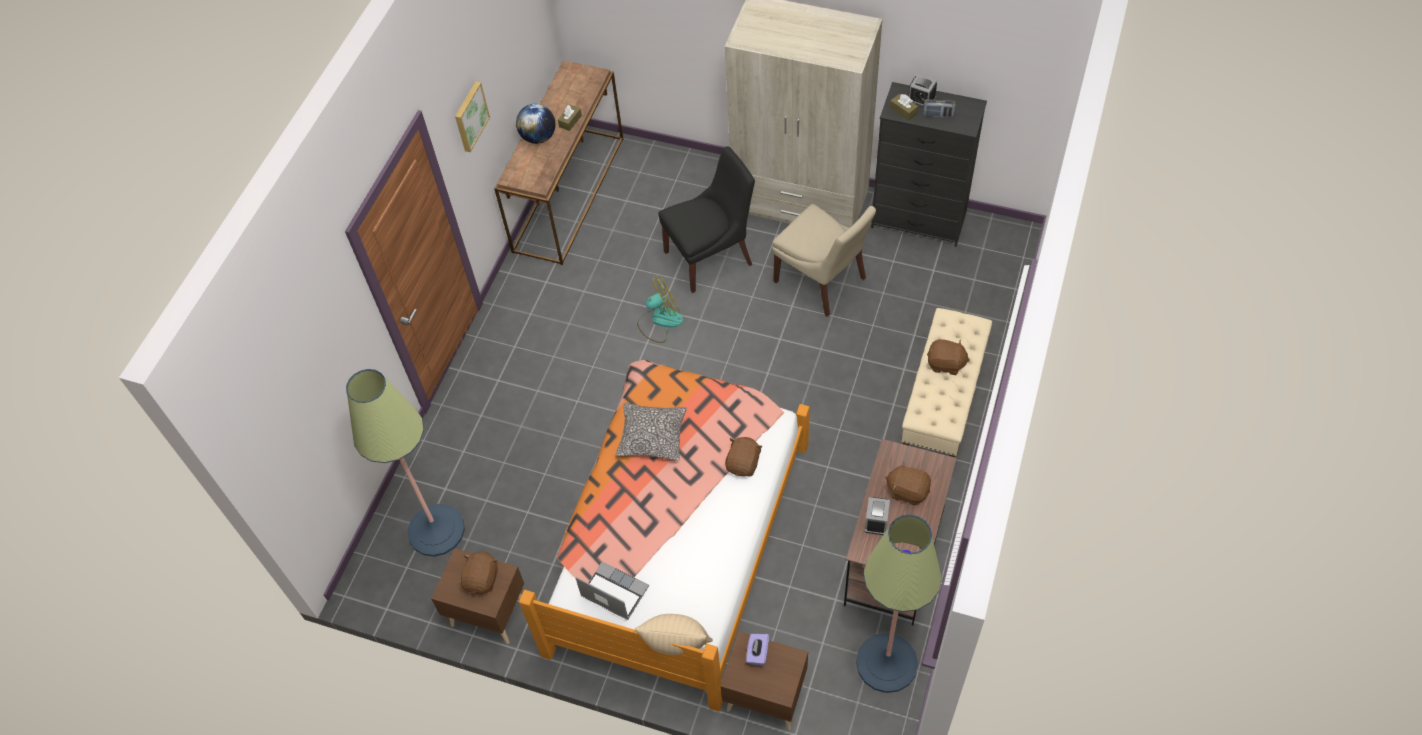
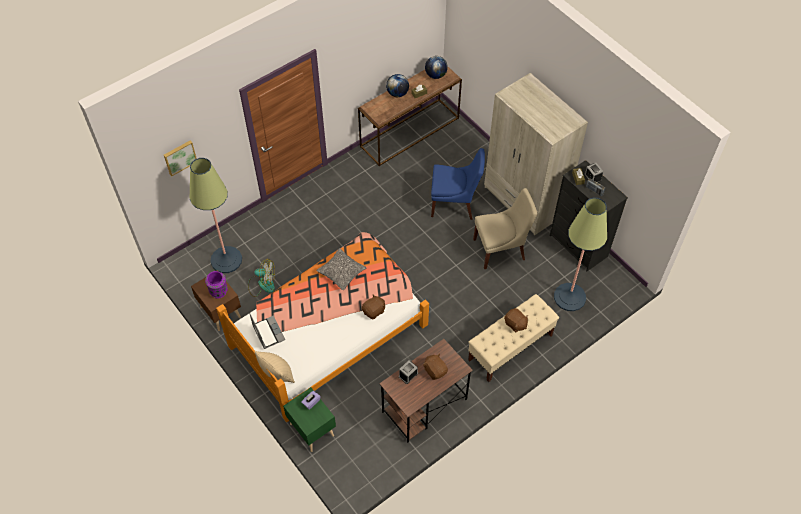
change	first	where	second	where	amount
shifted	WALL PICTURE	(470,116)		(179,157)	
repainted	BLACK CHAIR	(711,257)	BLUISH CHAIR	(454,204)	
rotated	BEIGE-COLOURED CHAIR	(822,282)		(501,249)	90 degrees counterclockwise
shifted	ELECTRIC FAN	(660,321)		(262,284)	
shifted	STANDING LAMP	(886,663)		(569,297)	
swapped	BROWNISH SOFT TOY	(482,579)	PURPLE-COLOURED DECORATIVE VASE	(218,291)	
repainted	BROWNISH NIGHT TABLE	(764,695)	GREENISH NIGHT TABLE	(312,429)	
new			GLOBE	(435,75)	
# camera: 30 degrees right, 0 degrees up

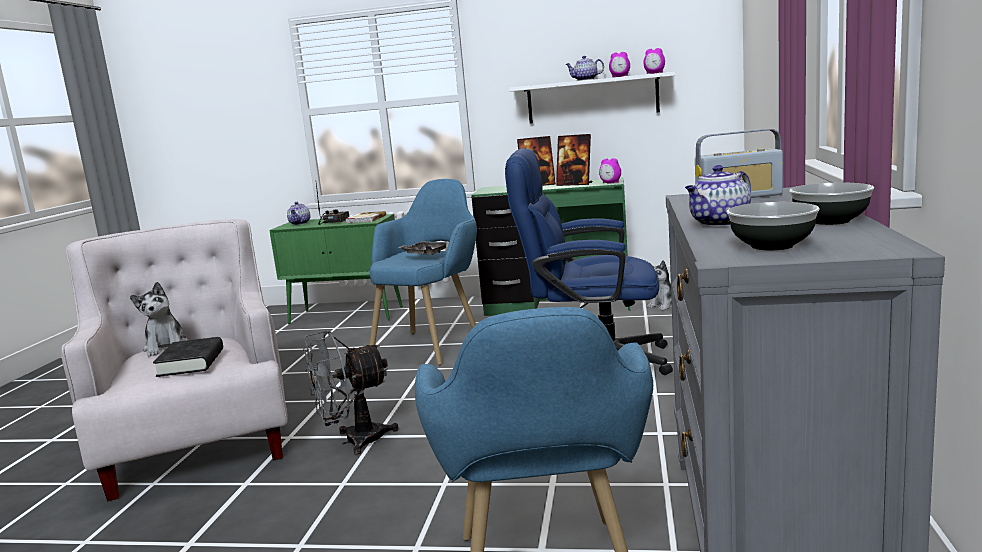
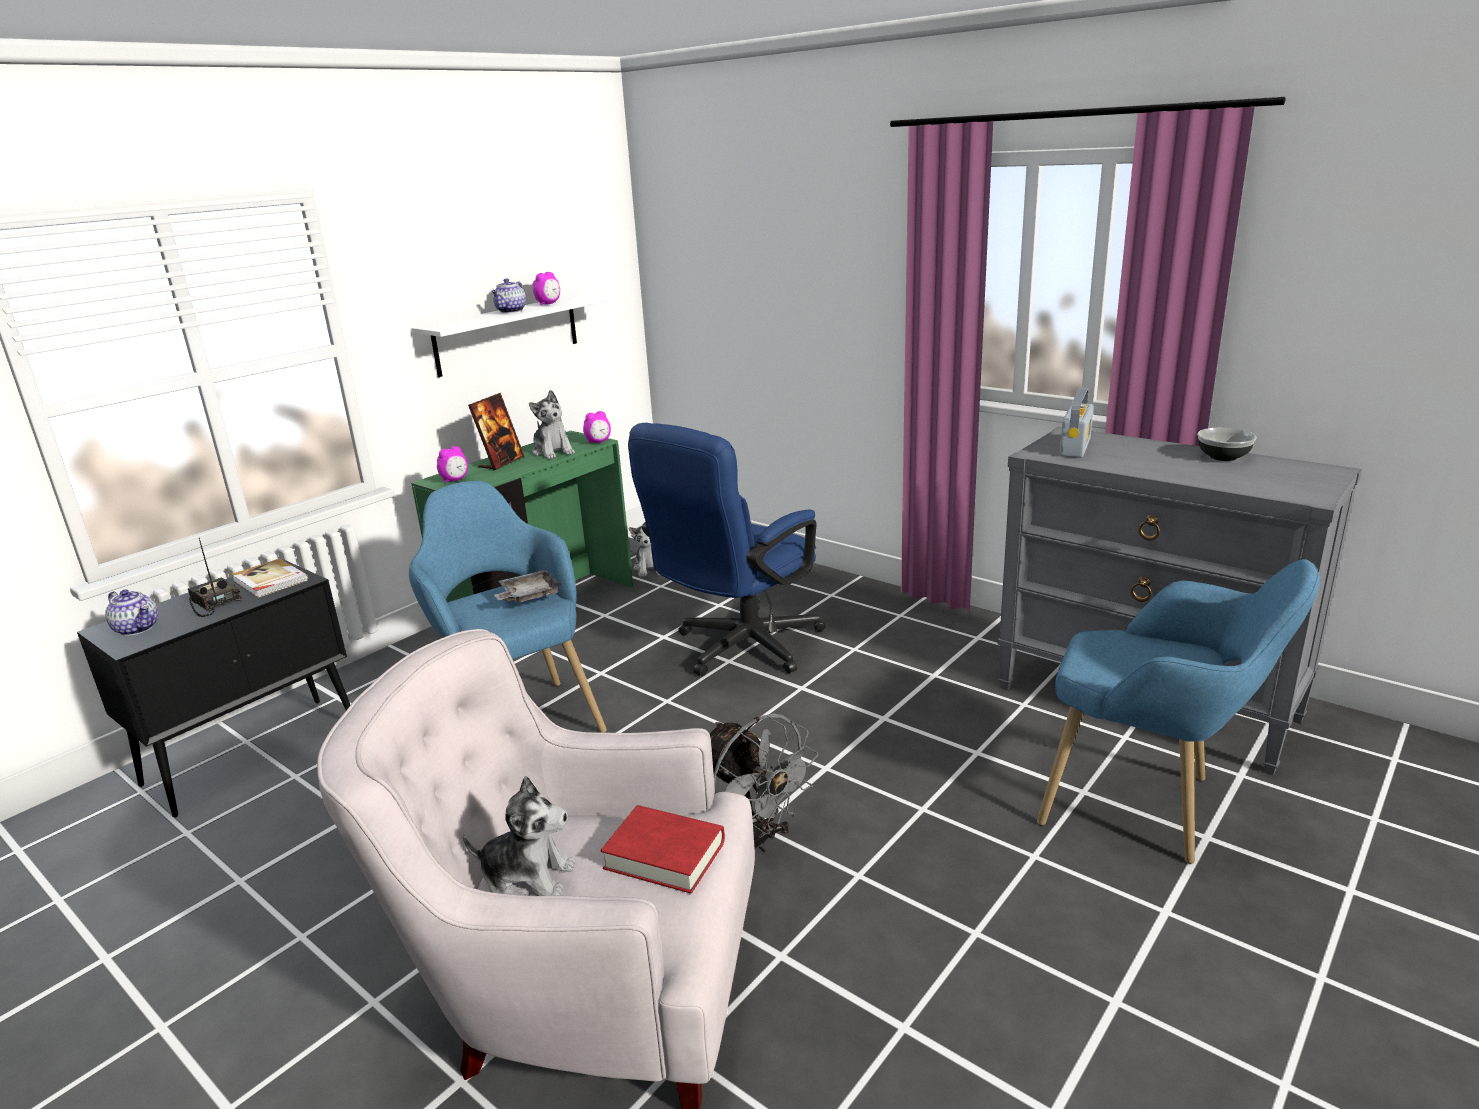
change	first	where	second	where	amount
shifted	TABLE CLOCK	(654,73)		(455,480)	
swapped	STANDING FRAME	(575,184)	SOFT TOY	(553,451)	
gone	TEA POT	(719,223)			
gone	SERVING BOWL	(773,246)			
repainted	GREENISH CABINET	(347,315)	BLACK CABINET	(255,753)	
rotated	GRAY ELECTRIC FAN	(354,441)		(754,844)	45 degrees counterclockwise
repainted	BLACK VOLUME	(191,363)	RED VOLUME	(664,855)	
# camera: 60 degrees left, 10 degrees up

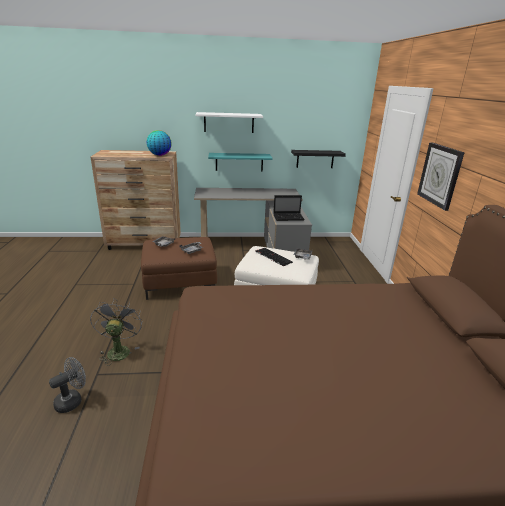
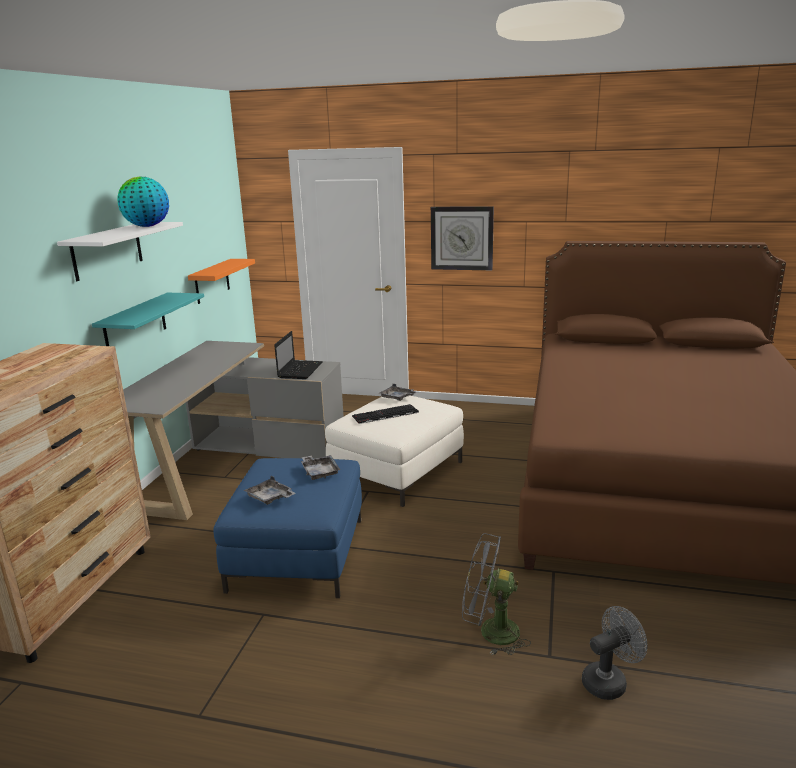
change	first	where	second	where	amount
shifted	GLOBE	(160,155)		(147,226)	
repainted	BLACK SHELF	(315,159)	ORANGE SHELF	(212,281)	
repainted	BROWNISH POUFFE	(180,282)	BLUISH POUFFE	(298,554)	
rotated	GRAY ELECTRIC FAN	(72,400)		(609,681)	90 degrees clockwise
# camera: 70 degrees left, 5 degrees down

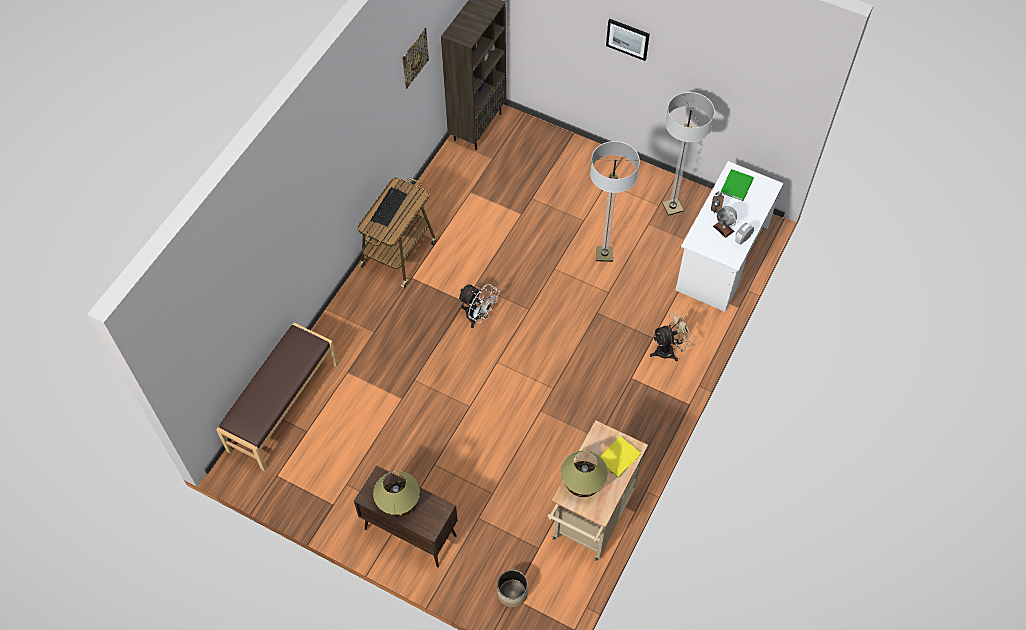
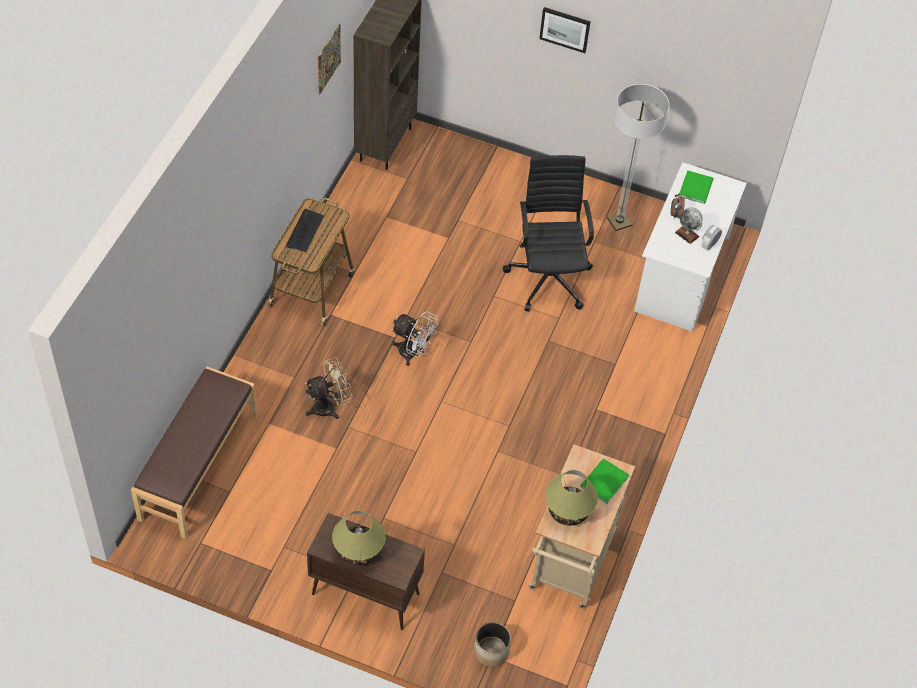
change	first	where	second	where	amount
swapped	STANDING LAMP	(604,254)	BLACK COMPUTER CHAIR	(549,277)	
shifted	BEIGE-COLOURED ELECTRIC FAN	(669,350)		(329,407)	
repainted	YELLOW-COLOURED VOLUME	(617,457)	GREENISH VOLUME	(603,482)	
# camera: 10 degrees left, 5 degrees down

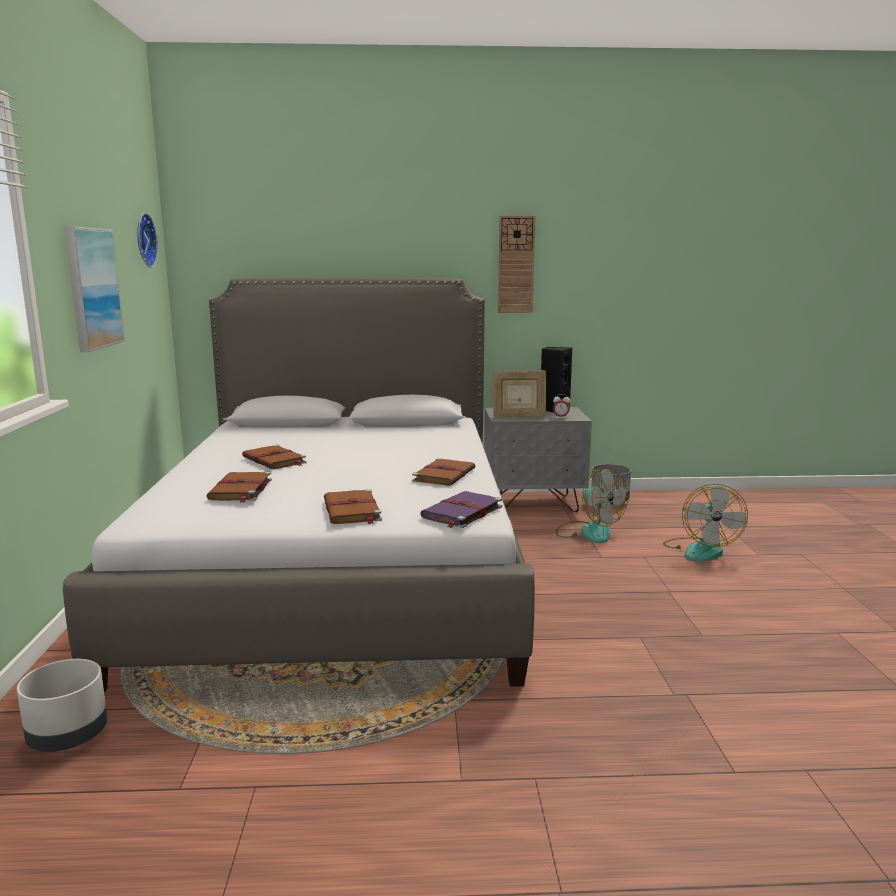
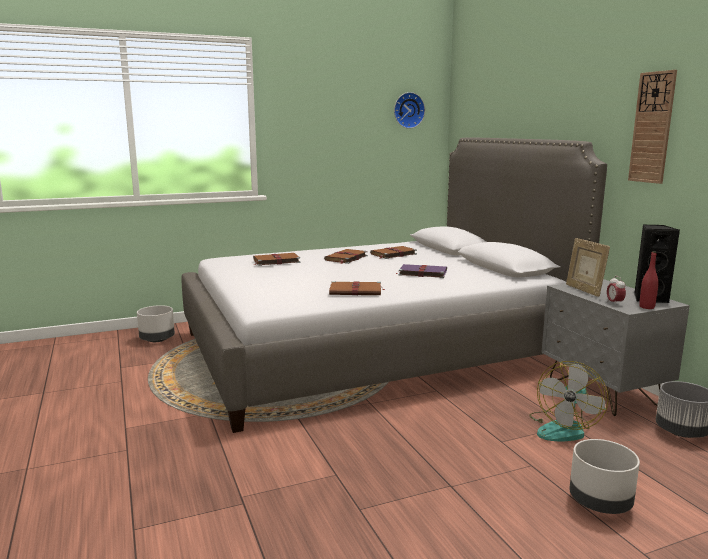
change	first	where	second	where	amount
gone	WALL PICTURE	(92,288)			
swapped	ELECTRIC FAN	(700,549)	GRAY PLANTER	(600,503)	
shifted	BROWNISH VOLUME	(352,511)		(393,254)	
shifted	PURPLE-COLOURED VOLUME	(461,512)		(422,273)	
new			RED BOTTLE	(646,307)	
# camera: 70 degrees right, 0 degrees up

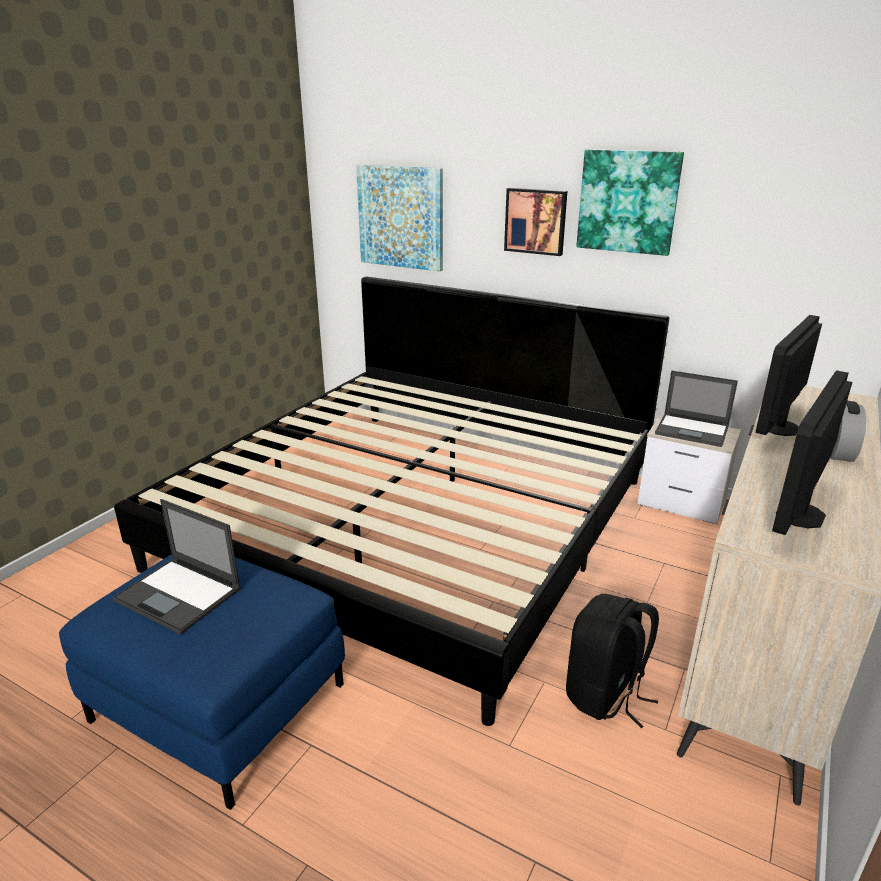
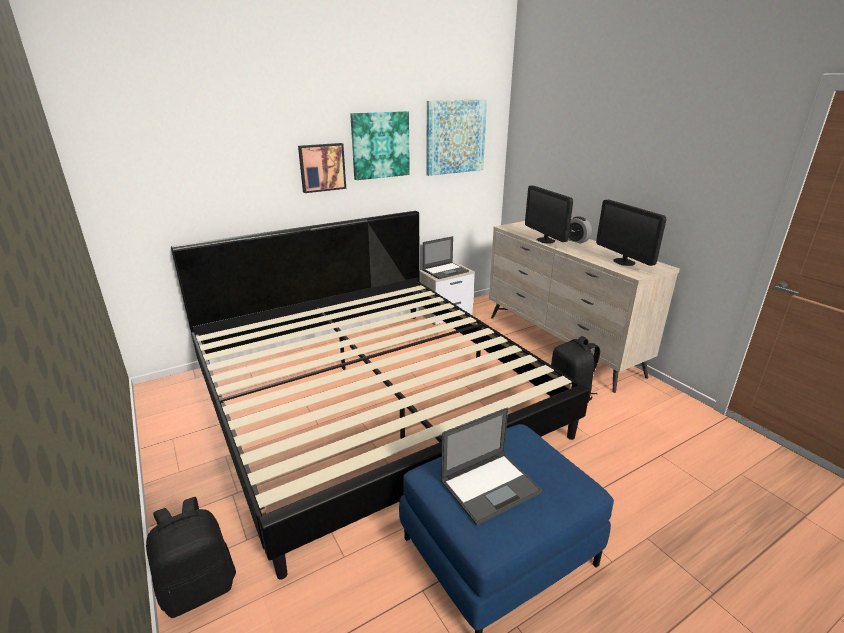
change	first	where	second	where	amount
shifted	WALL PICTURE	(401,217)		(455,137)	
new			BLACK KNAPSACK	(199,587)	
# camera: 60 degrees left, 0 degrees up

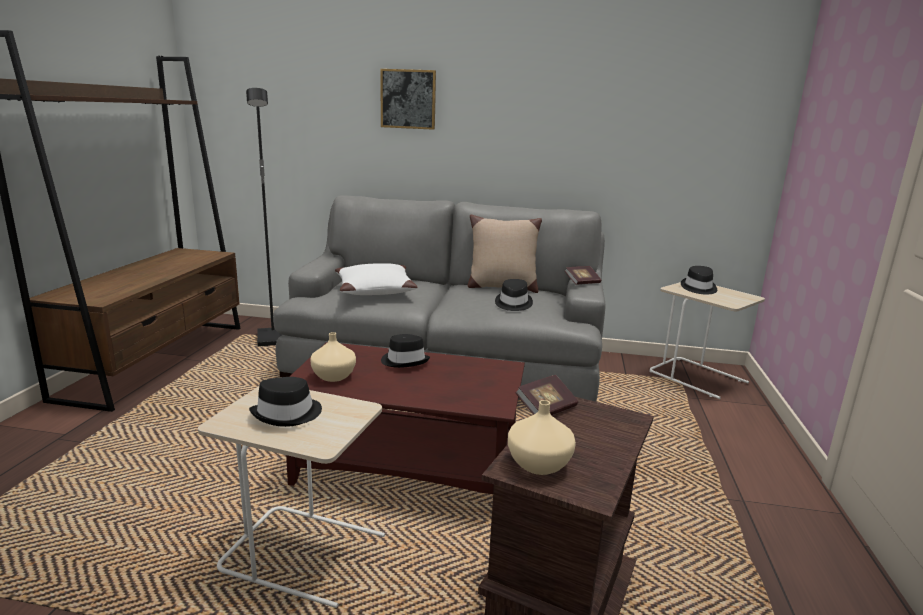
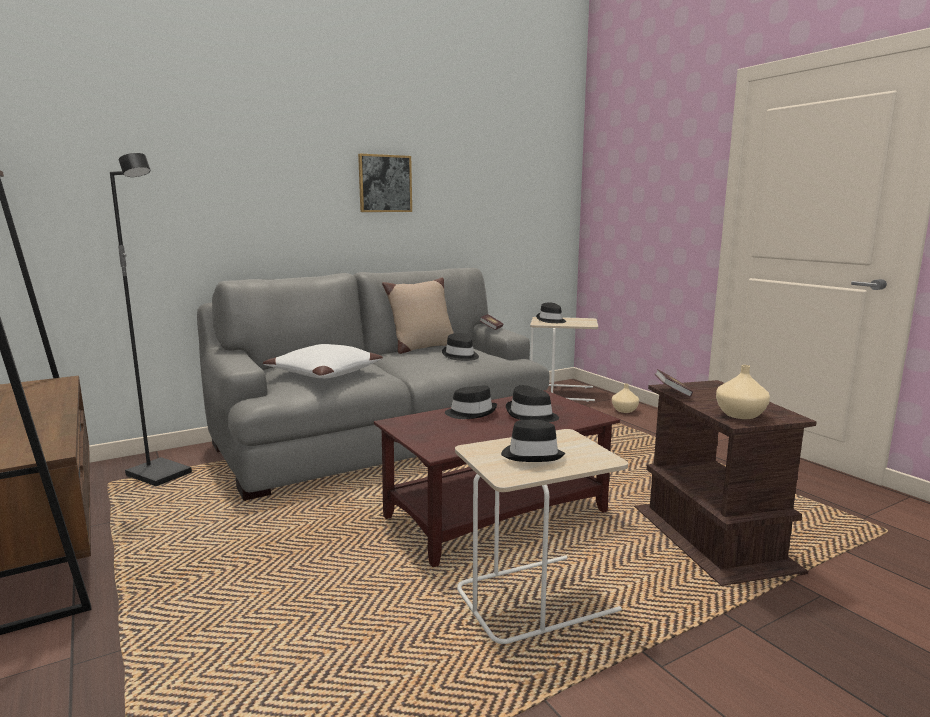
change	first	where	second	where	amount
shifted	WALL PICTURE	(408,99)		(385,183)	
shifted	BEIGE-COLOURED DECORATIVE VASE	(334,376)		(624,410)	
new			BLACK HAT	(531,415)	
# camera: 40 degrees left, 5 degrees down

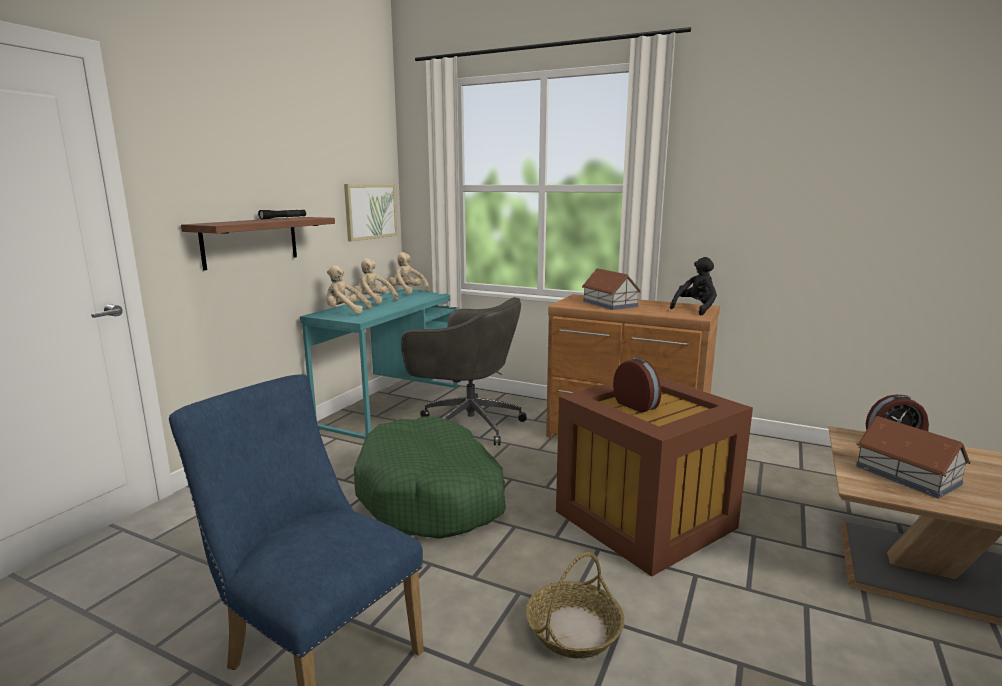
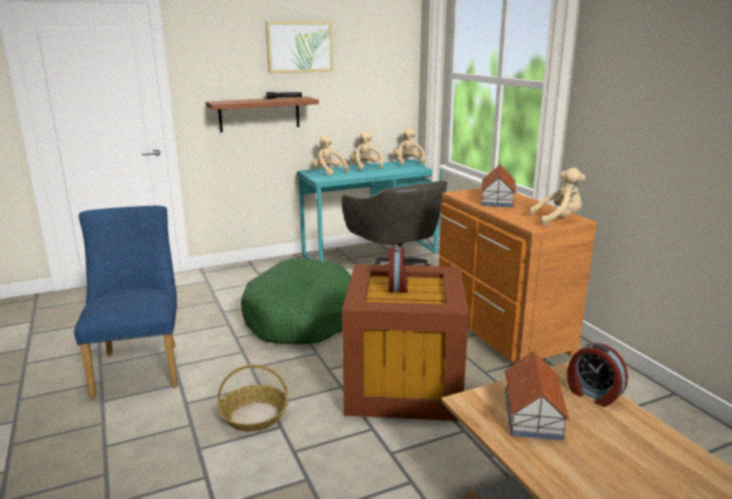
change	first	where	second	where	amount
shifted	WALL PICTURE	(370,211)		(299,47)	
repainted	BLACK SOFT TOY	(695,309)	BEIGE-COLOURED SOFT TOY	(558,220)	
# camera: 40 degrees right, 5 degrees up

